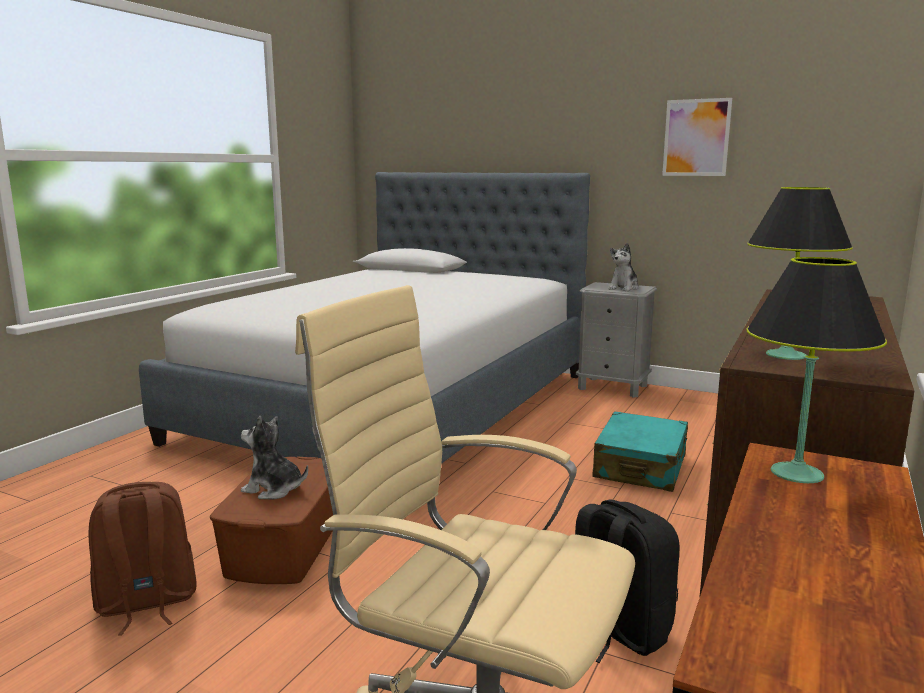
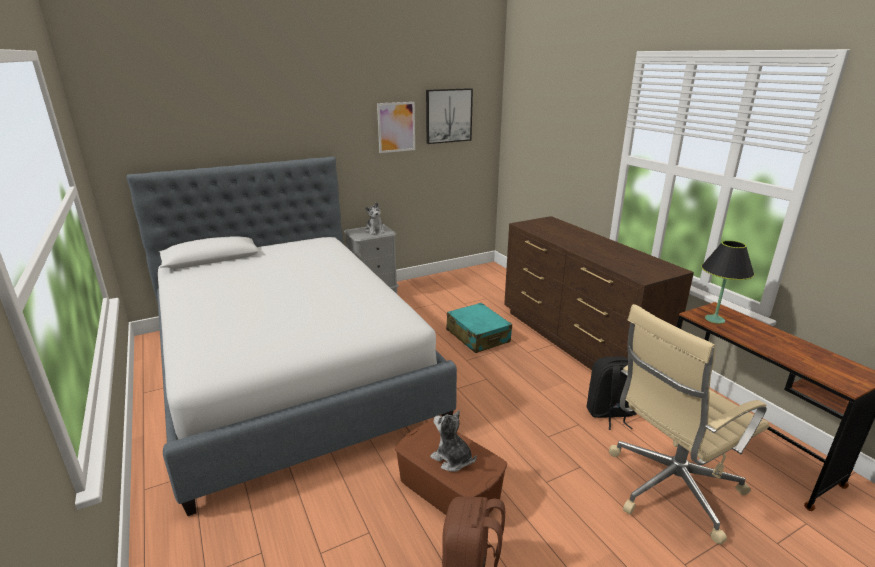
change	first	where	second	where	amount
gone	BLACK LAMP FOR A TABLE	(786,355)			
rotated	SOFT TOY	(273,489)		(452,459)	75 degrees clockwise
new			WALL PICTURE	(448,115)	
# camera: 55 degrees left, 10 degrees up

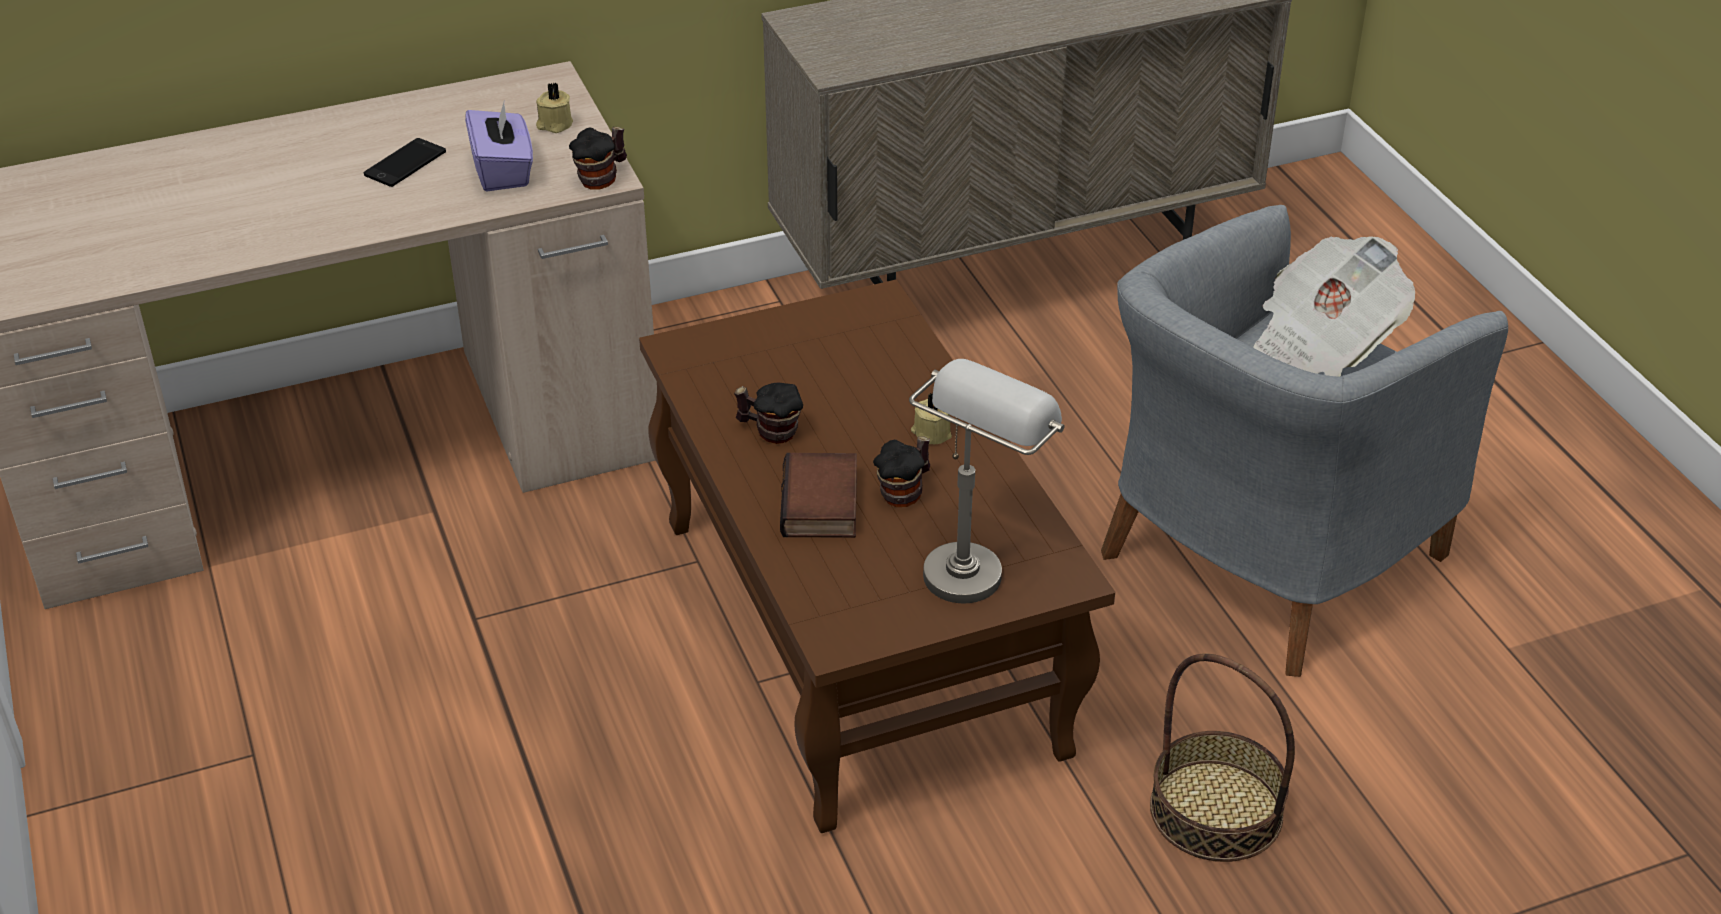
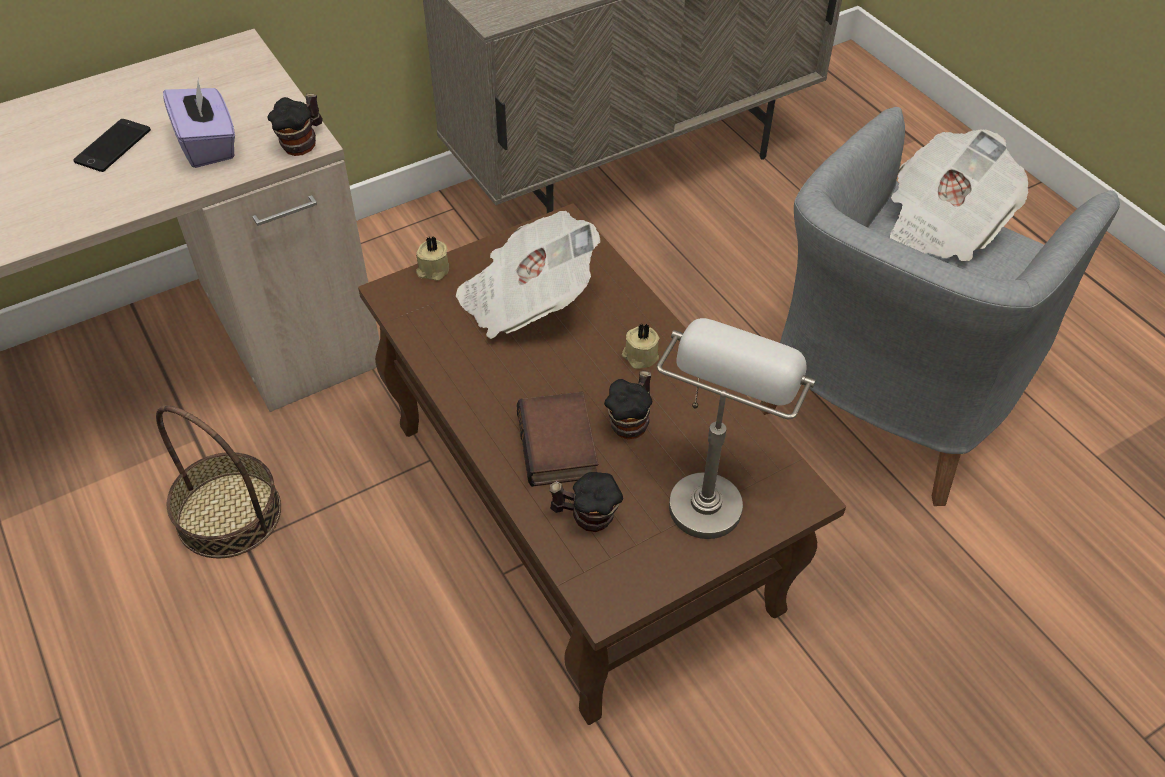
change	first	where	second	where	amount
shifted	BEIGE-COLOURED CANDLE	(554,124)		(433,270)	
shifted	TEA MUG	(770,432)		(586,516)	
shifted	HOUSEHOLD BASKET	(1216,810)		(229,514)	
new			NEWSPAPER	(526,300)	
# camera: 10 degrees left, 10 degrees up

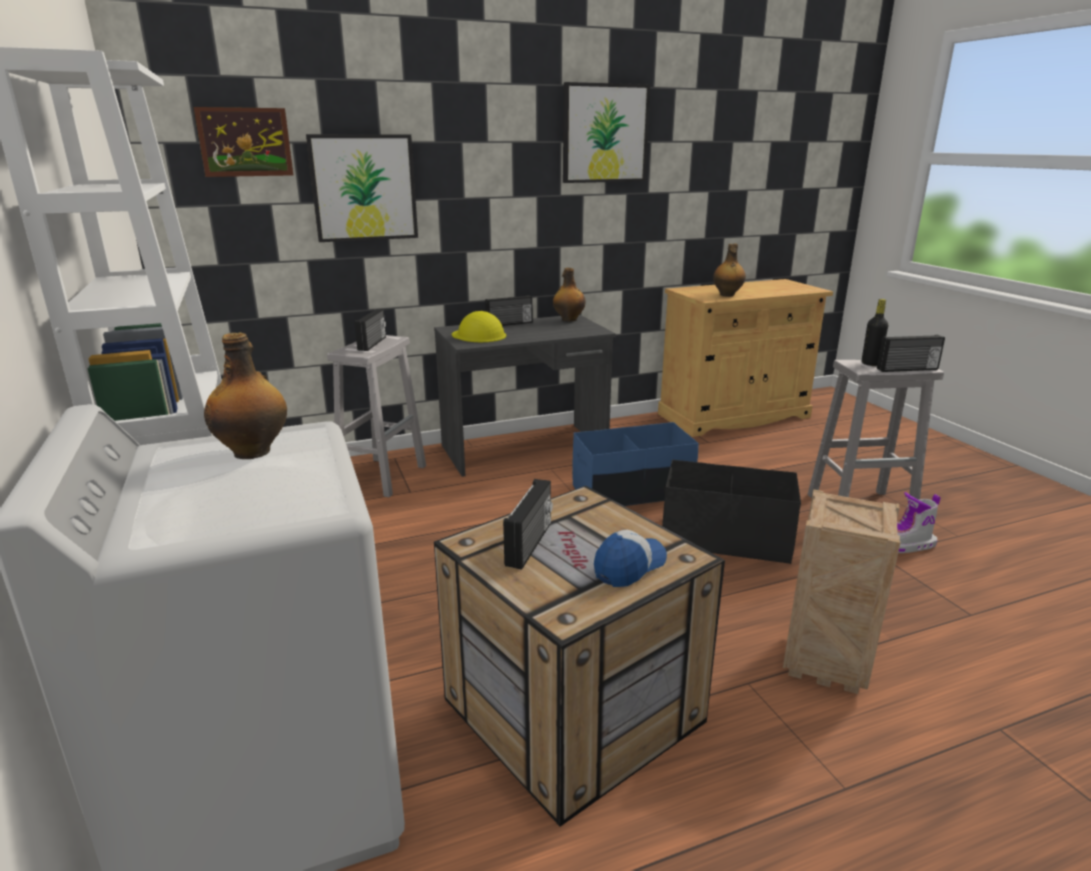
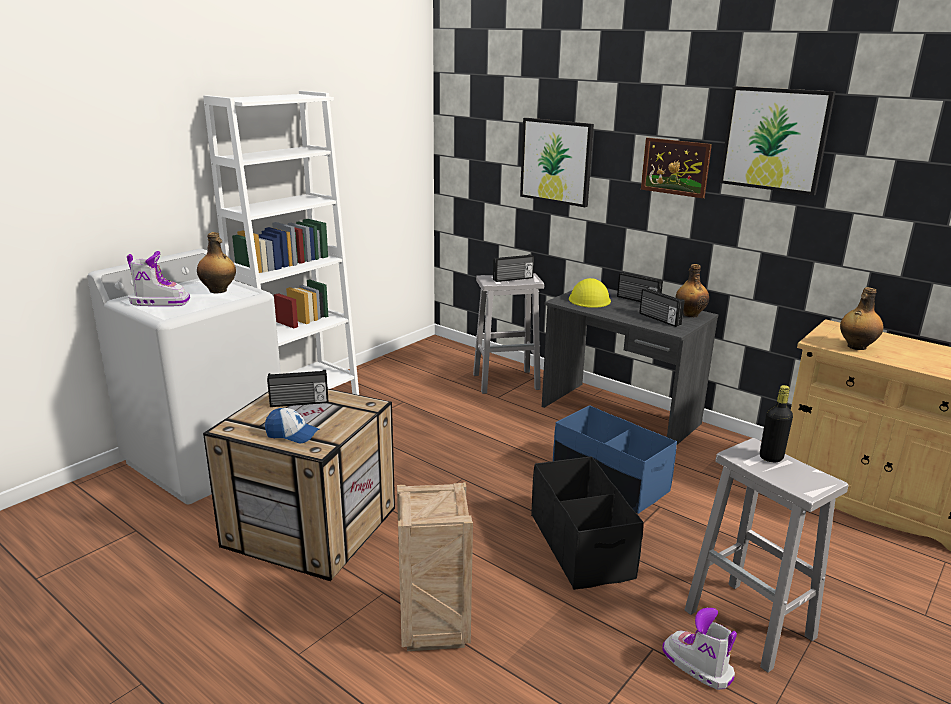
change	first	where	second	where	amount
shifted	WALL PICTURE	(245,142)		(675,167)	
shifted	RADIO SET	(907,369)		(659,319)	
new			TALL BOOT	(160,302)	
# camera: 60 degrees right, 0 degrees up

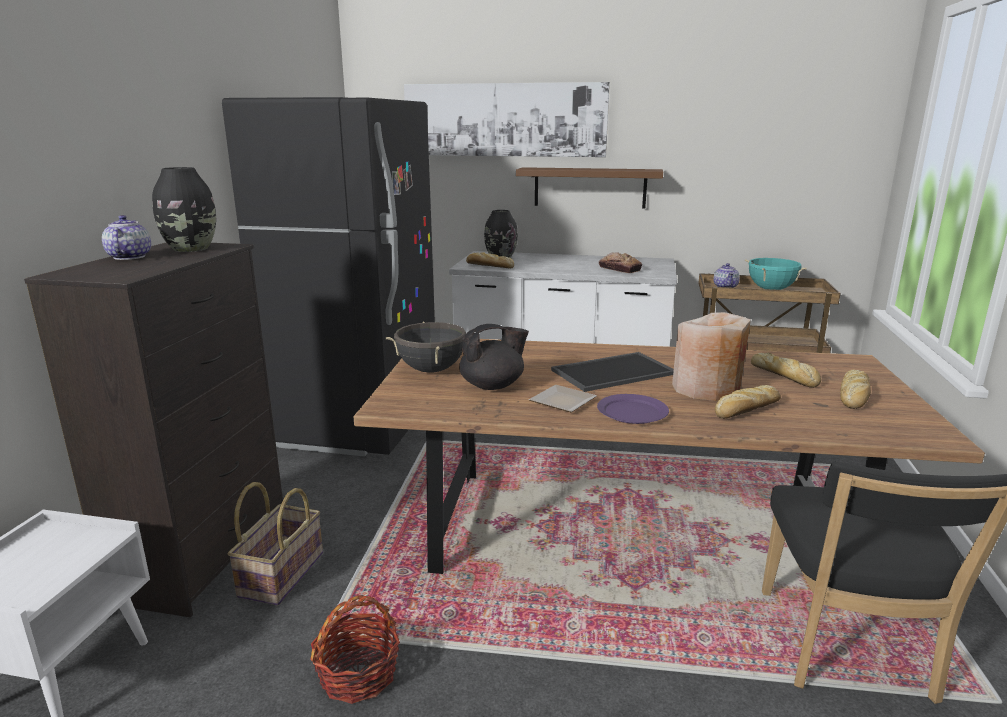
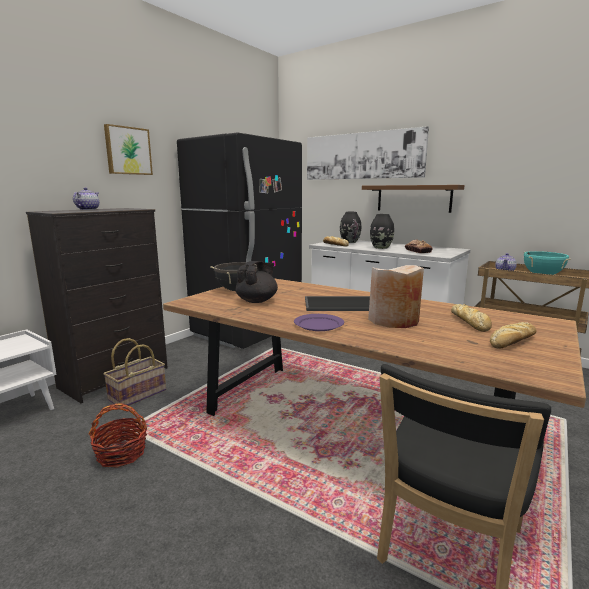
change	first	where	second	where	amount
shifted	BLACK DECORATIVE VASE	(191,249)		(381,248)	
rotated	BLACK TEA POT	(493,386)		(257,301)	60 degrees counterclockwise
gone	PLATE	(563,403)			
gone	BAKED BREAD	(746,409)			
new			WALL PICTURE	(128,151)	
# camera: 25 degrees right, 5 degrees down

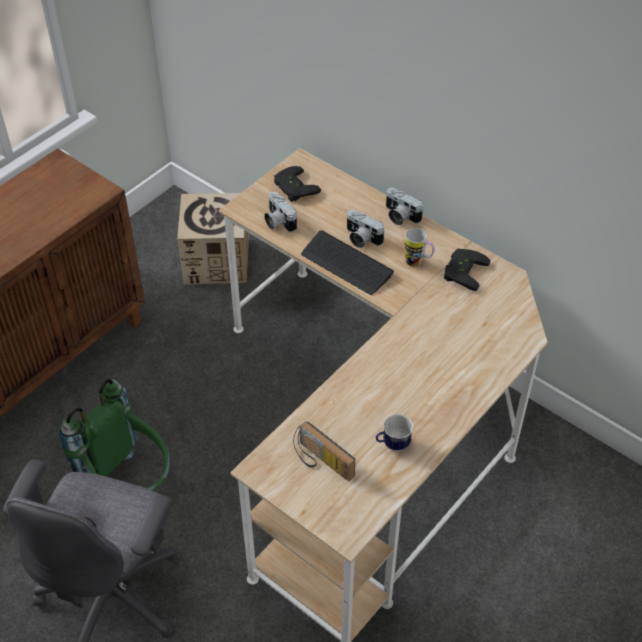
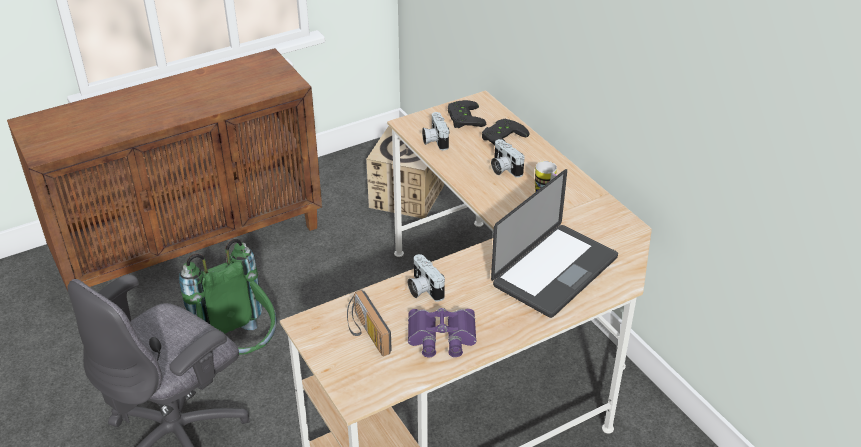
change	first	where	second	where	amount
shifted	STILL CAMERA	(400,216)		(423,289)	
gone	COMPUTER KEYBOARD	(346,264)			
shifted	BLACK JOYPAD	(462,270)		(502,136)	
swapped	TEA MUG	(392,444)	PURPLE-COLOURED BINOCULARS	(441,337)	
new			NOTEBOOK COMPUTER	(555,271)	
# camera: 20 degrees right, 10 degrees down

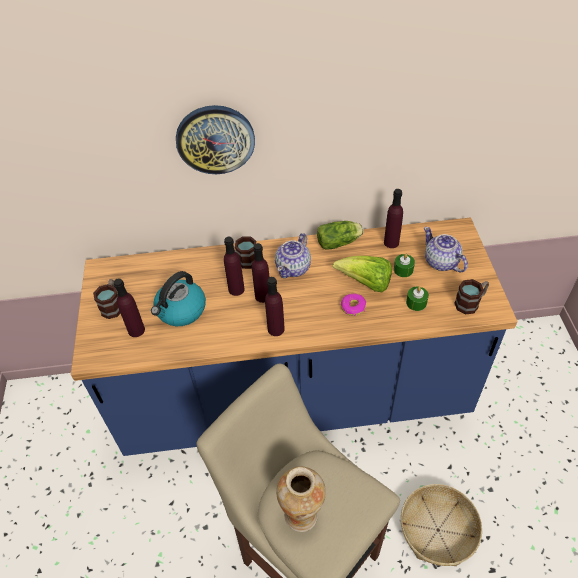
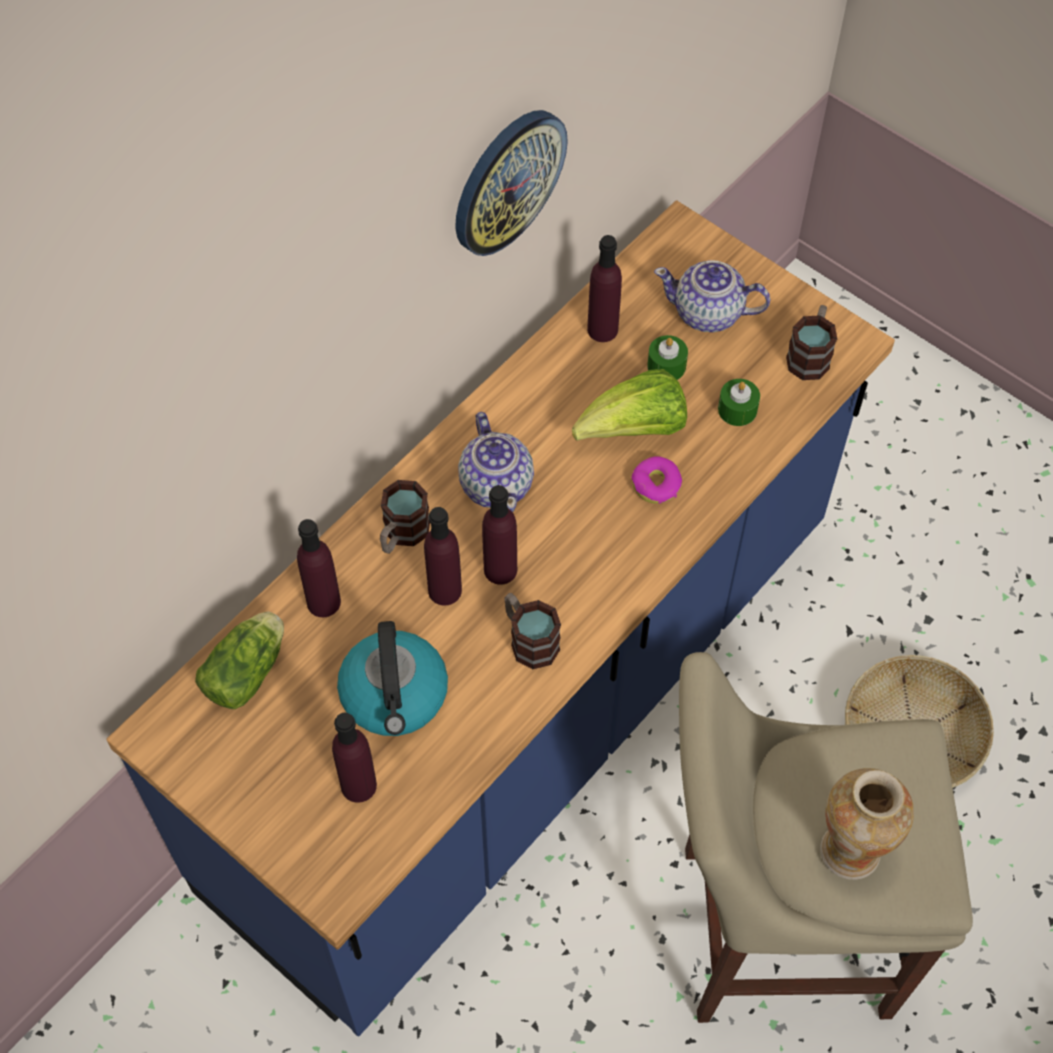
change	first	where	second	where	amount
shifted	CLOCK ON THE WALL	(215,139)		(507,181)	
shifted	HEAD OF LETTUCE	(340,242)		(248,669)	
shifted	PURPLE-COLOURED BOTTLE	(276,329)		(324,602)	
shifted	TEA MUG	(113,305)		(528,639)	
# camera: 45 degrees left, 10 degrees up

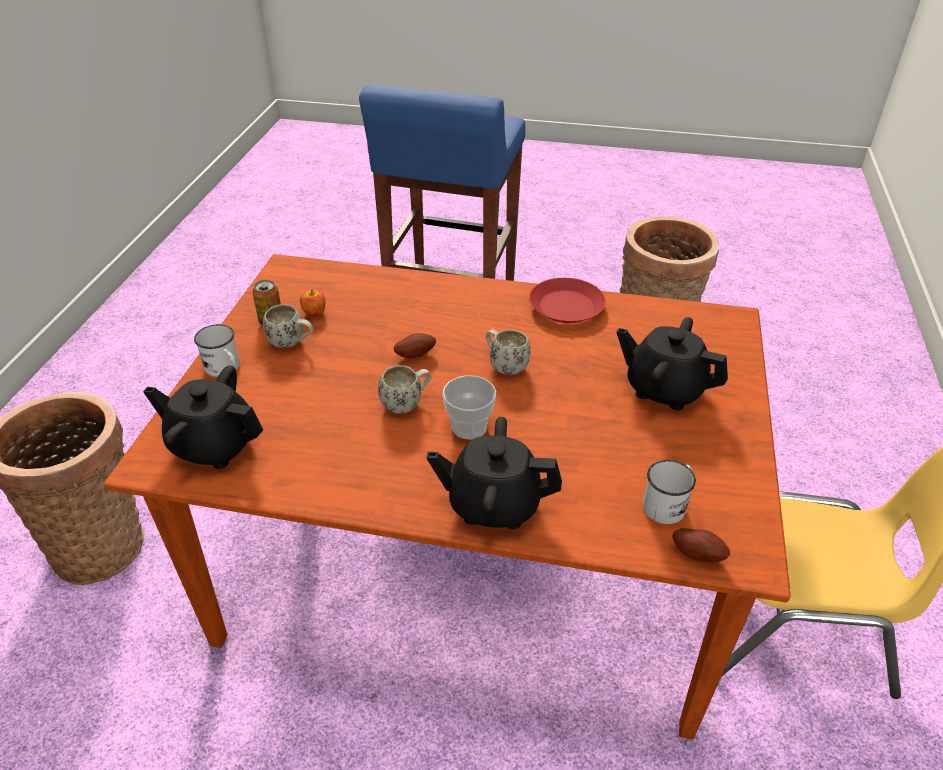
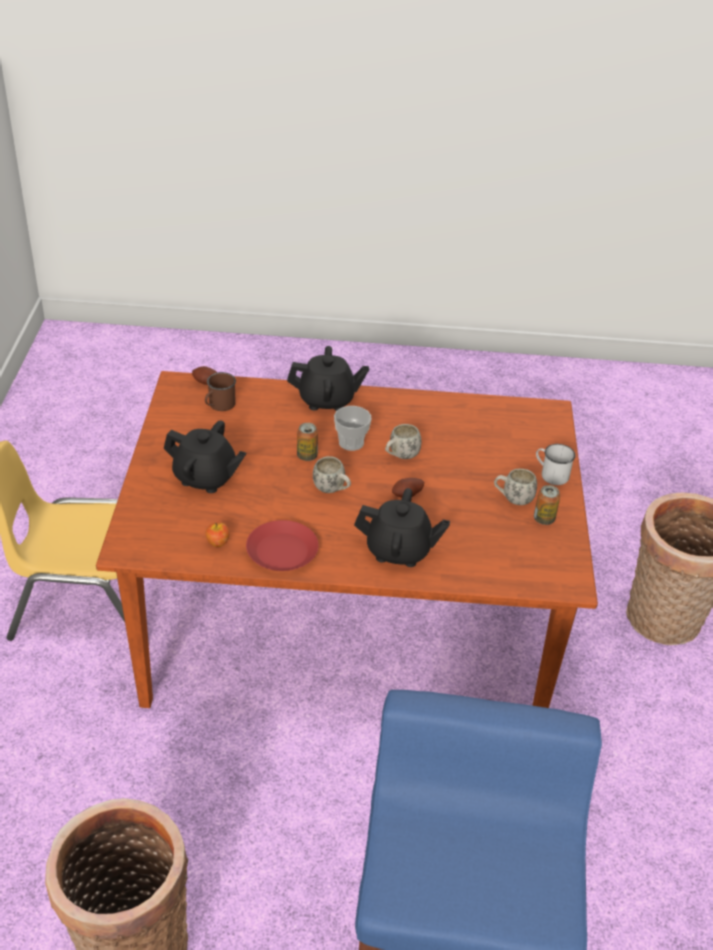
change	first	where	second	where	amount
shifted	APPLE	(314,312)		(218,542)	
shifted	BLACK TEA POT	(213,445)		(399,551)	
repainted	WHITE-COLOURED TEA MUG	(668,504)	BROWNISH TEA MUG	(219,405)	
new			SEALED CAN	(307,456)	
# camera: 170 degrees right, 0 degrees up

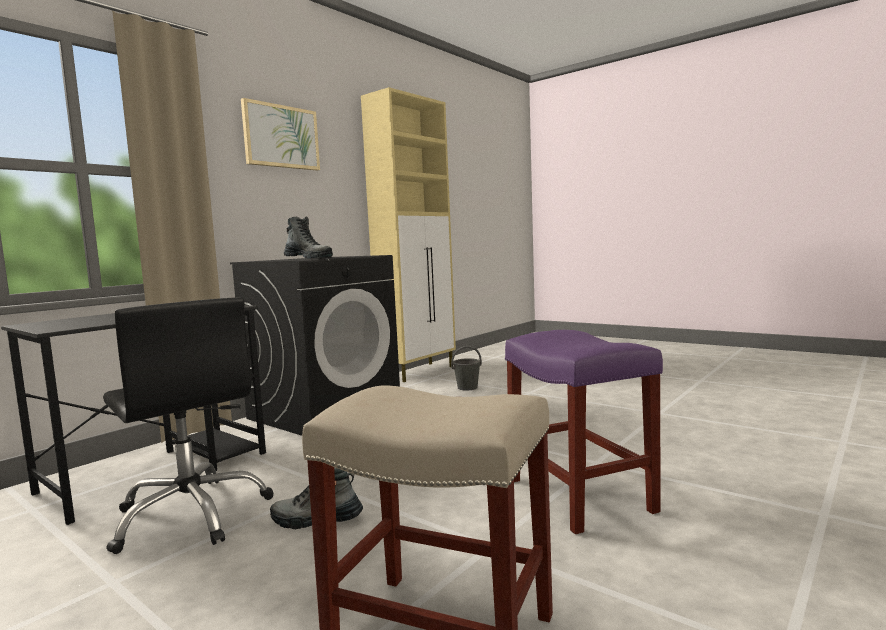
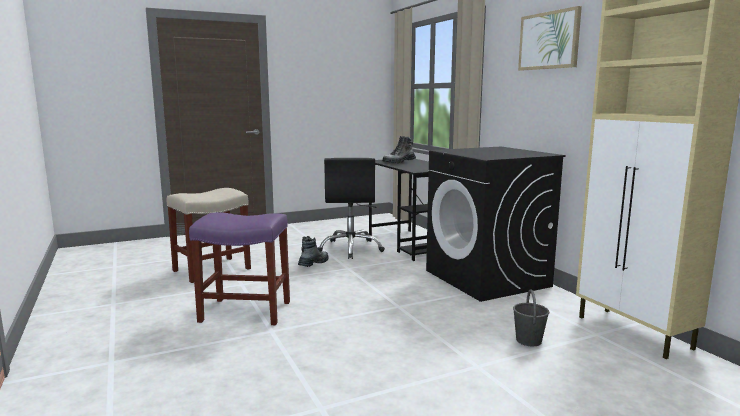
change	first	where	second	where	amount
shifted	TALL BOOT	(309,258)		(399,162)	
rotated	BLACK COMPUTER CHAIR	(192,514)		(351,249)	75 degrees counterclockwise
# camera: 115 degrees right, 5 degrees up

